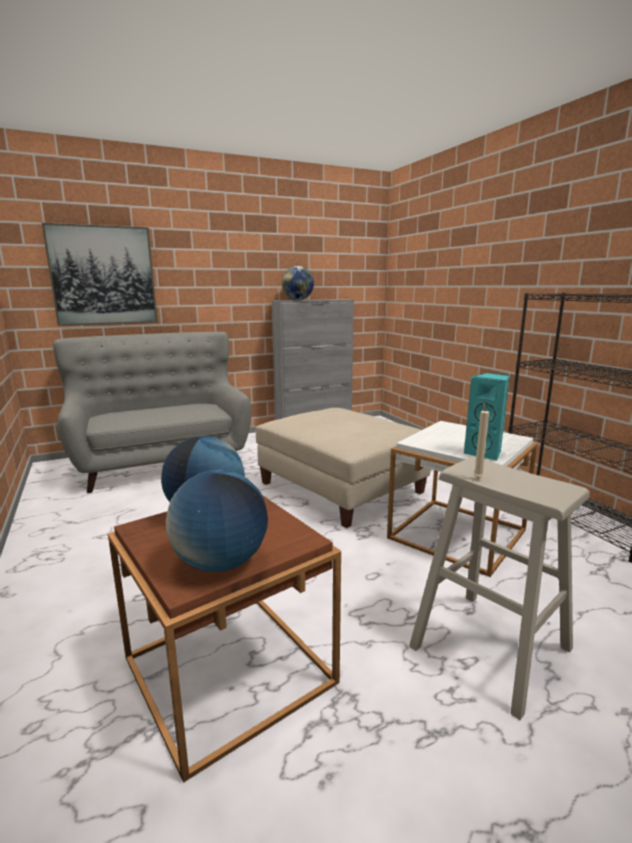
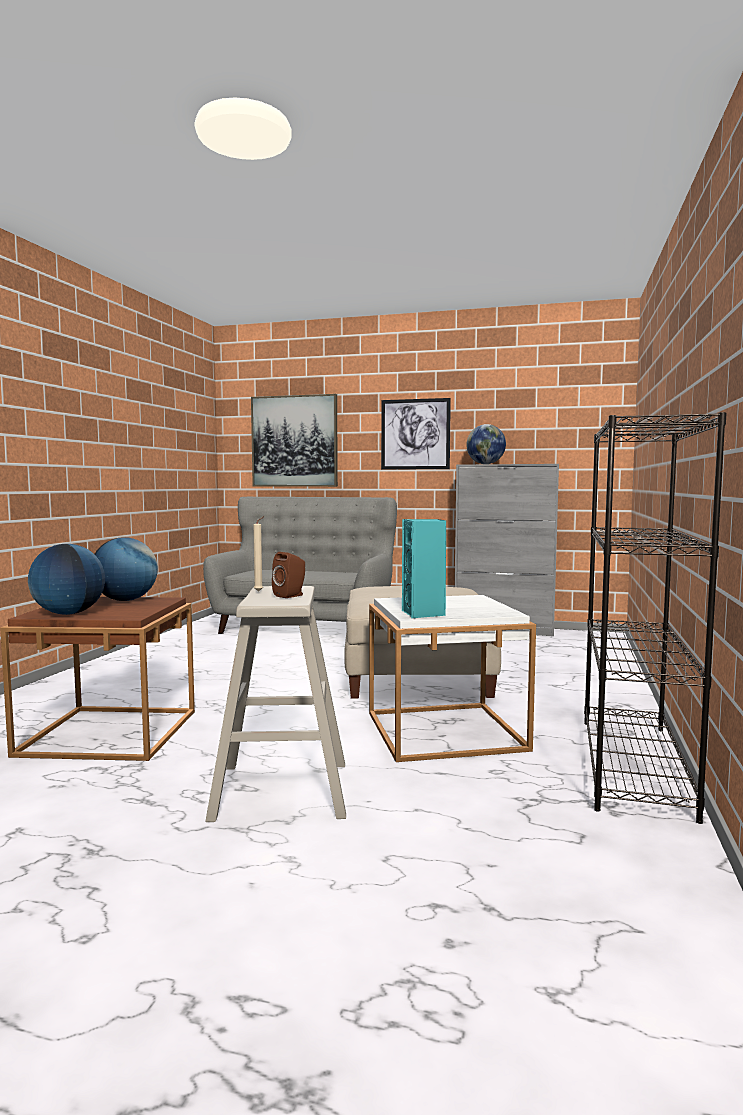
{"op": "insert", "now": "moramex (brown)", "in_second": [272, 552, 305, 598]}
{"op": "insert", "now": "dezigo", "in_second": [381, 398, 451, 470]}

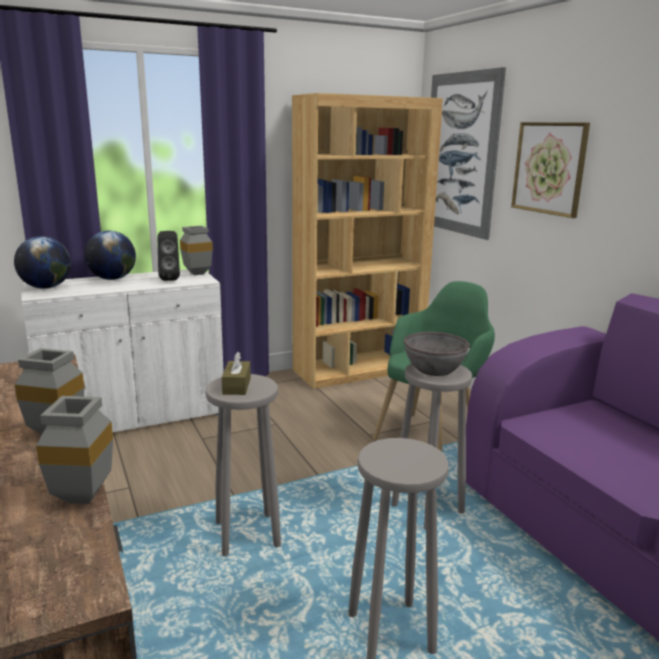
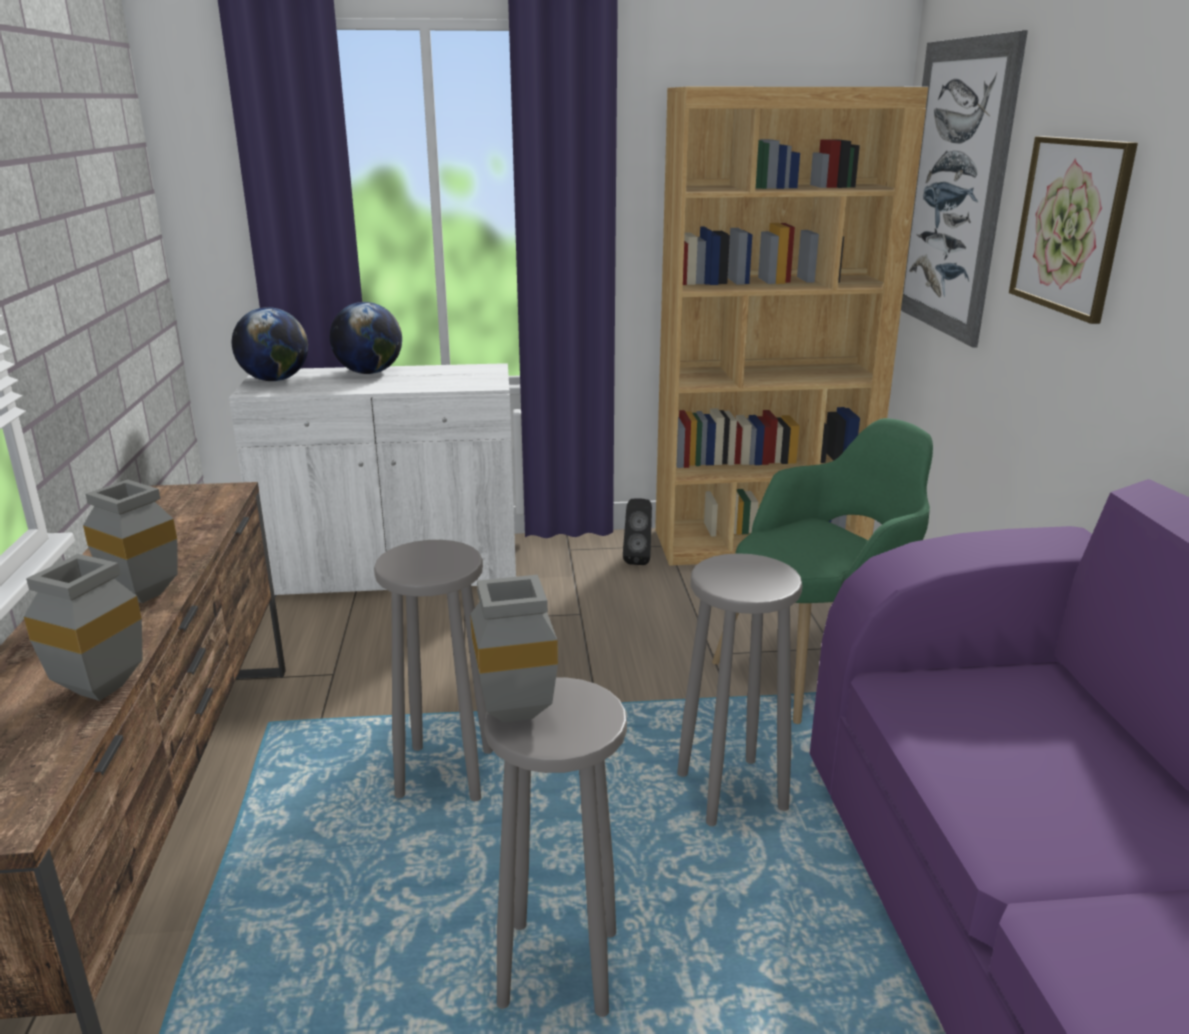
{"op": "move", "was": "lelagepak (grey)", "in_first": [180, 226, 213, 275], "in_second": [470, 575, 558, 723]}
{"op": "move", "was": "moramex (black)", "in_first": [158, 231, 180, 281], "in_second": [623, 498, 652, 565]}
{"op": "delete", "was": "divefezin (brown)", "in_first": [222, 352, 251, 395]}
{"op": "delete", "was": "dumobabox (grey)", "in_first": [404, 332, 470, 376]}

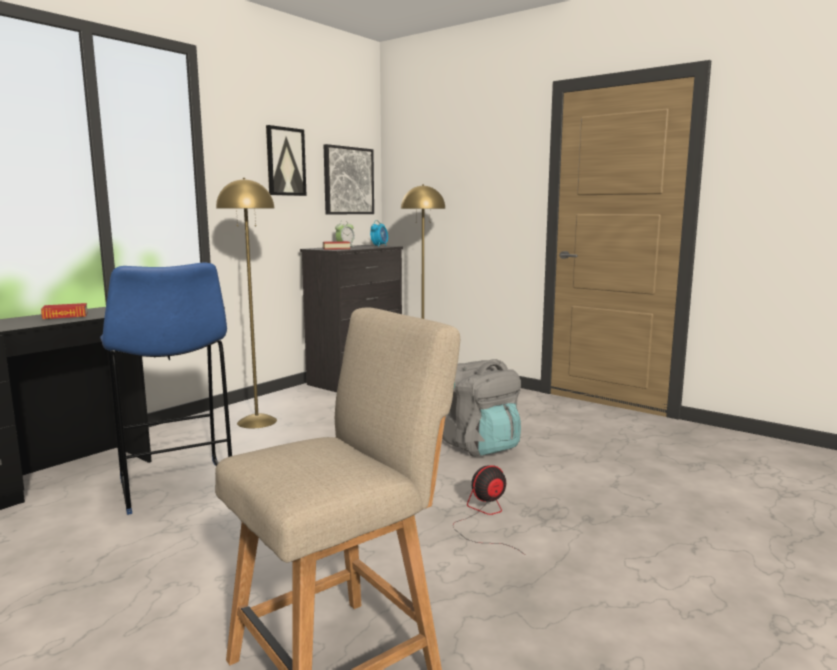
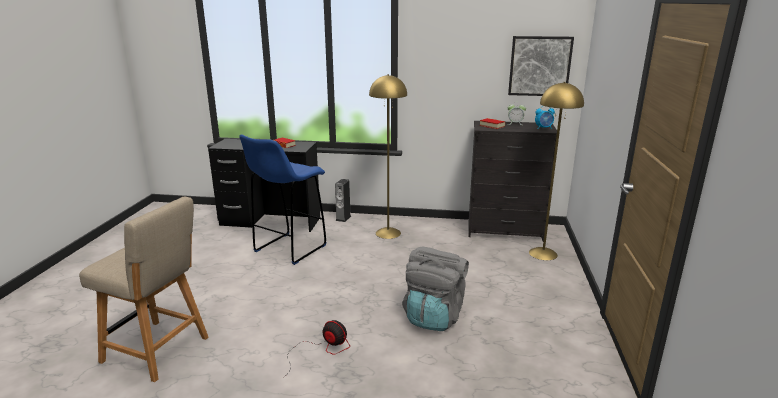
{"op": "insert", "now": "moramex", "in_second": [335, 179, 351, 222]}
{"op": "delete", "was": "dezigo", "in_first": [266, 125, 307, 196]}

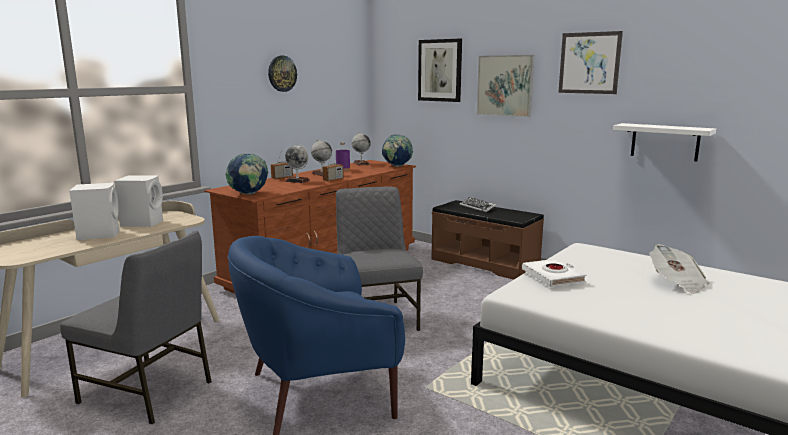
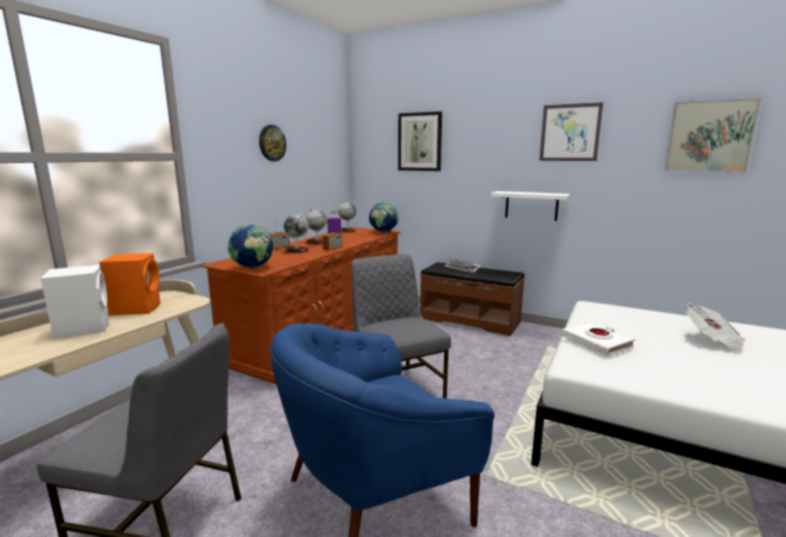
{"op": "recolor", "was": "moramex (white)", "now": "moramex (orange)", "in_first": [114, 175, 163, 227], "in_second": [99, 253, 160, 316]}
{"op": "move", "was": "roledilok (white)", "in_first": [613, 123, 716, 162], "in_second": [491, 191, 570, 221]}
{"op": "move", "was": "dezigo", "in_first": [477, 55, 534, 117], "in_second": [664, 98, 761, 173]}

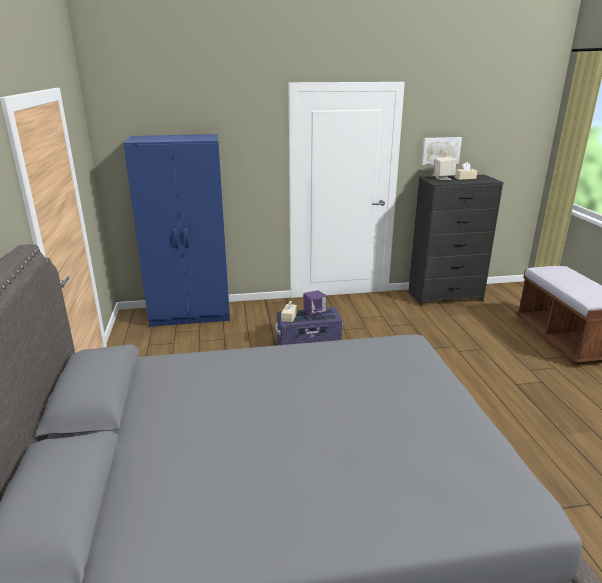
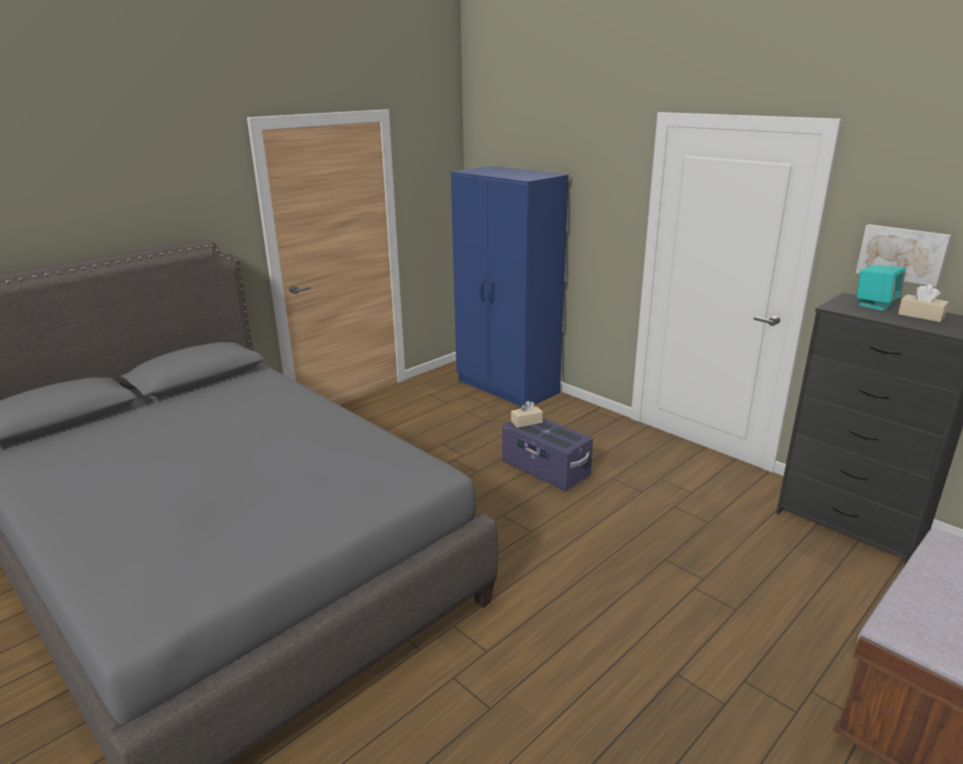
{"op": "recolor", "was": "moramex (beige)", "now": "moramex (turquoise)", "in_first": [434, 156, 456, 180], "in_second": [857, 265, 906, 311]}
{"op": "delete", "was": "moramex (purple)", "in_first": [303, 290, 327, 318]}

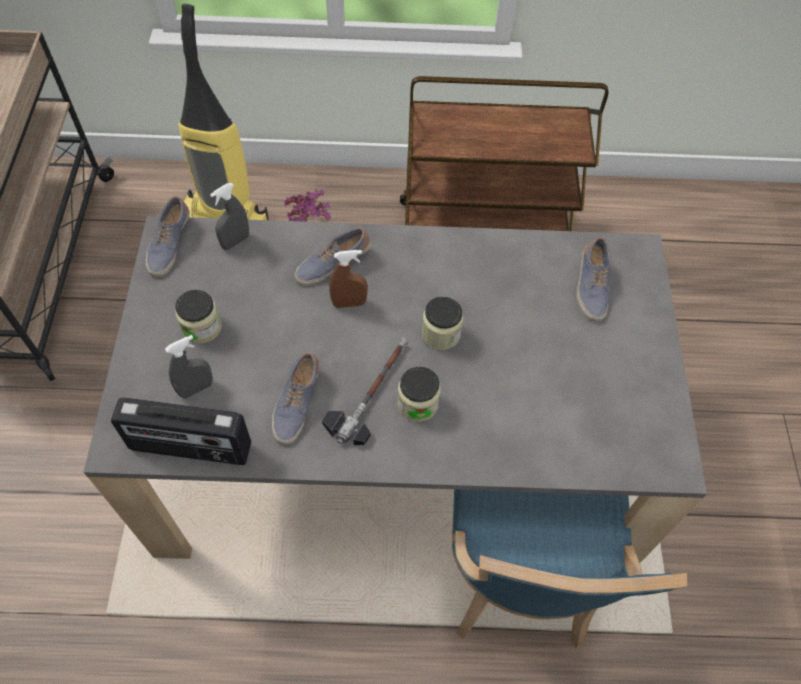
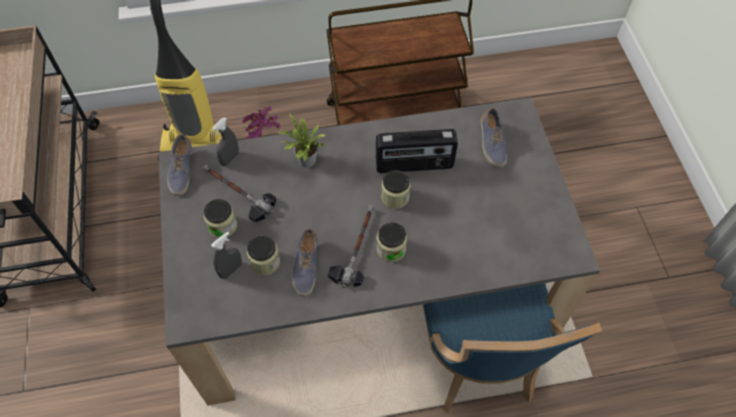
{"op": "insert", "now": "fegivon", "in_second": [202, 165, 276, 222]}
{"op": "insert", "now": "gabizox", "in_second": [247, 236, 280, 275]}
{"op": "replace", "was": "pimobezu", "now": "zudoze", "in_first": [294, 227, 371, 286], "in_second": [278, 112, 327, 168]}
{"op": "move", "was": "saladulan", "in_first": [111, 397, 251, 465], "in_second": [376, 129, 458, 173]}
{"op": "delete", "was": "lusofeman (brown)", "in_first": [329, 250, 368, 308]}

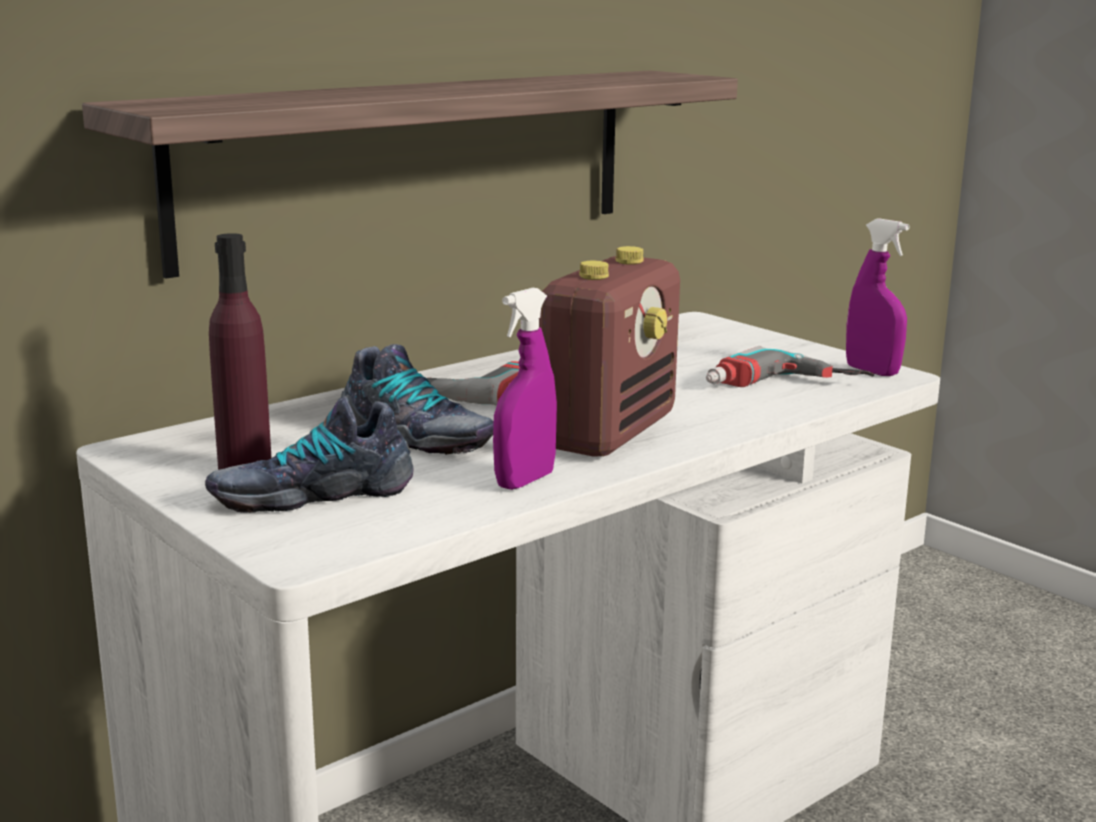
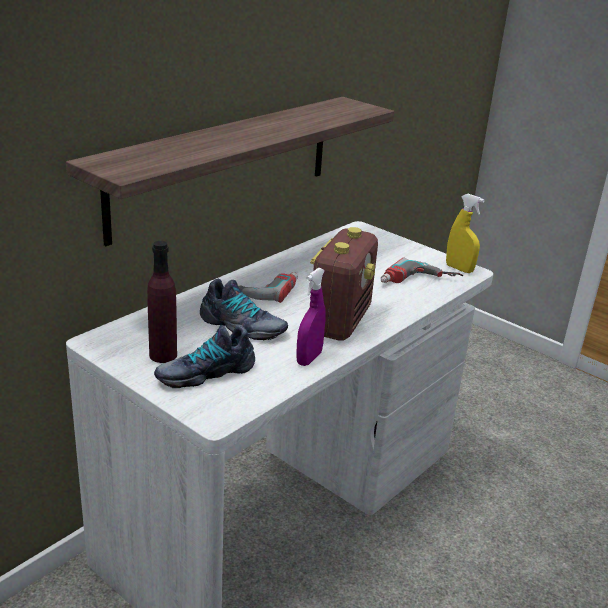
{"op": "recolor", "was": "lusofeman (purple)", "now": "lusofeman (yellow)", "in_first": [846, 218, 909, 376], "in_second": [446, 194, 484, 273]}

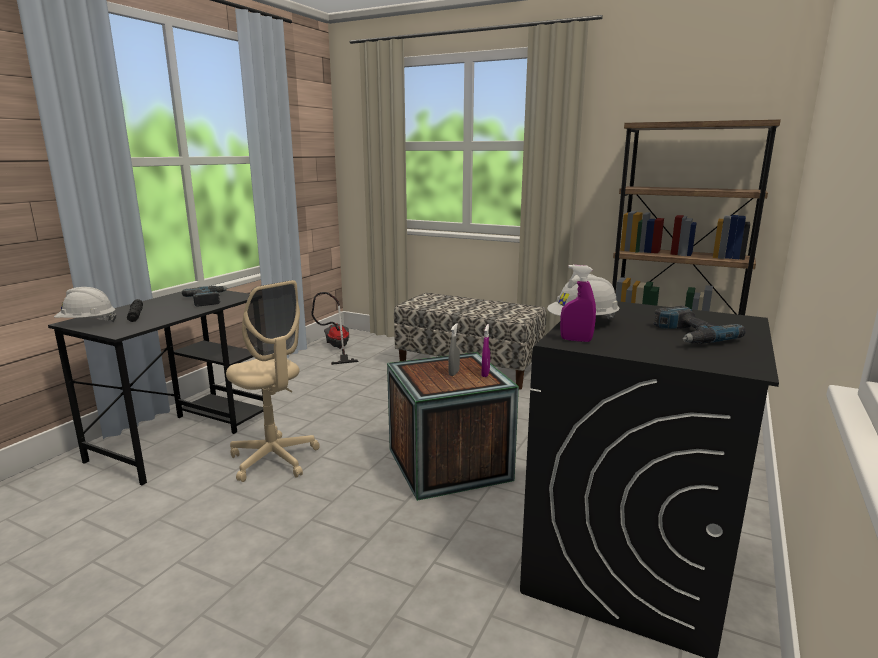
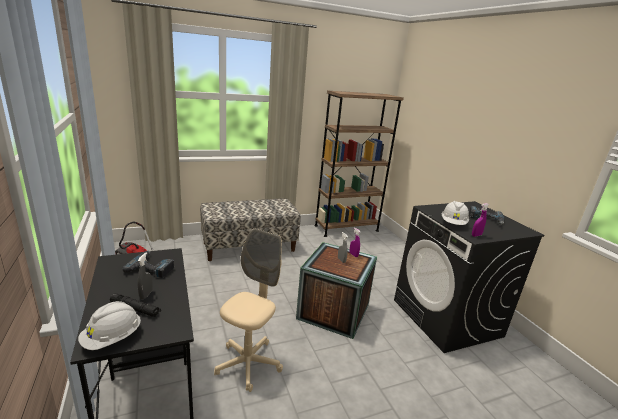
{"op": "insert", "now": "lusofeman (grey)", "in_second": [137, 252, 153, 299]}
{"op": "rotate", "was": "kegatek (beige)", "in_first": [226, 280, 320, 482], "in_second": [214, 228, 283, 392], "clockwise": -60}

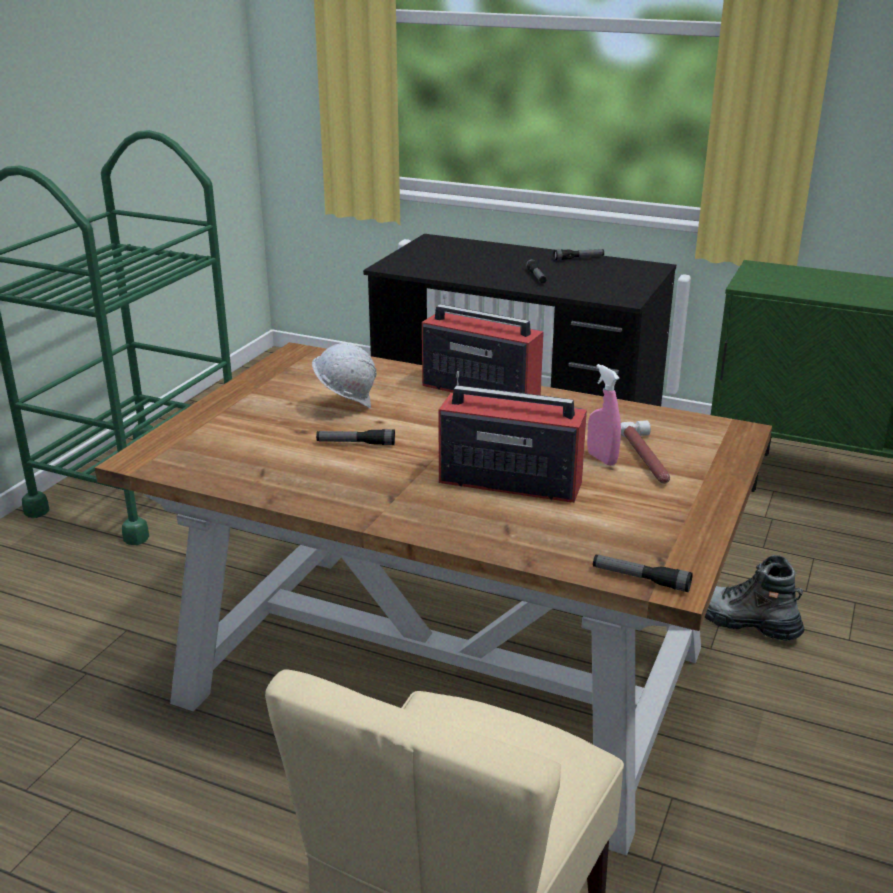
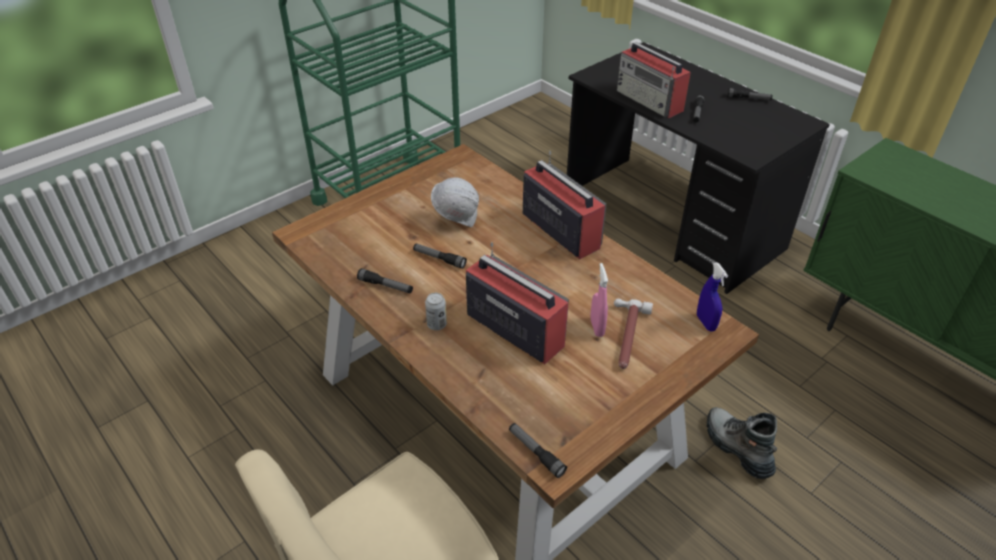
{"op": "insert", "now": "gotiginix", "in_second": [357, 268, 413, 293]}
{"op": "insert", "now": "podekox", "in_second": [425, 293, 447, 330]}
{"op": "insert", "now": "saladulan", "in_second": [617, 42, 691, 118]}
{"op": "insert", "now": "lusofeman (blue)", "in_second": [697, 263, 728, 332]}

